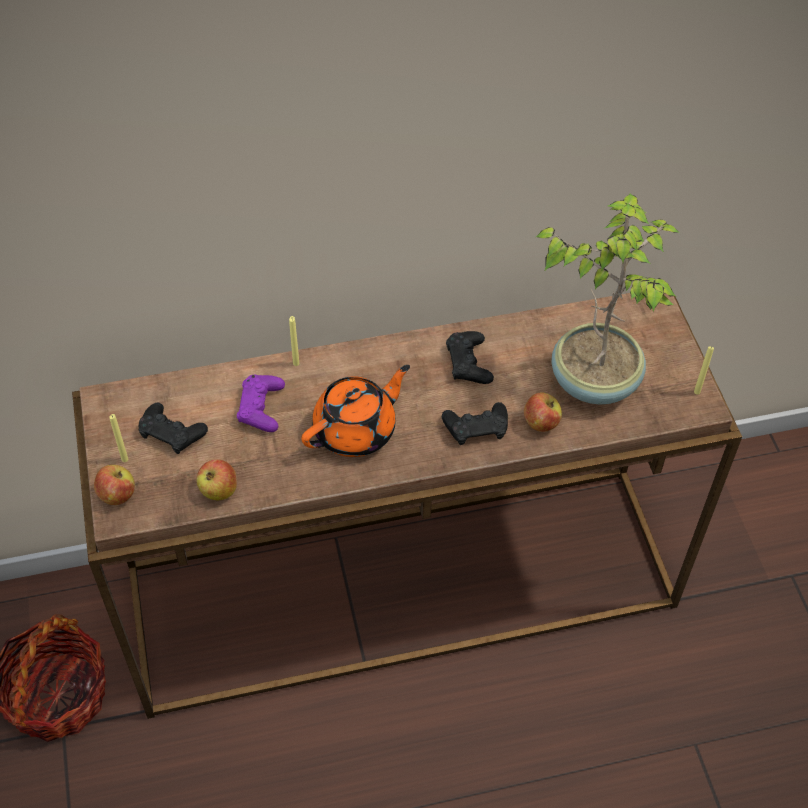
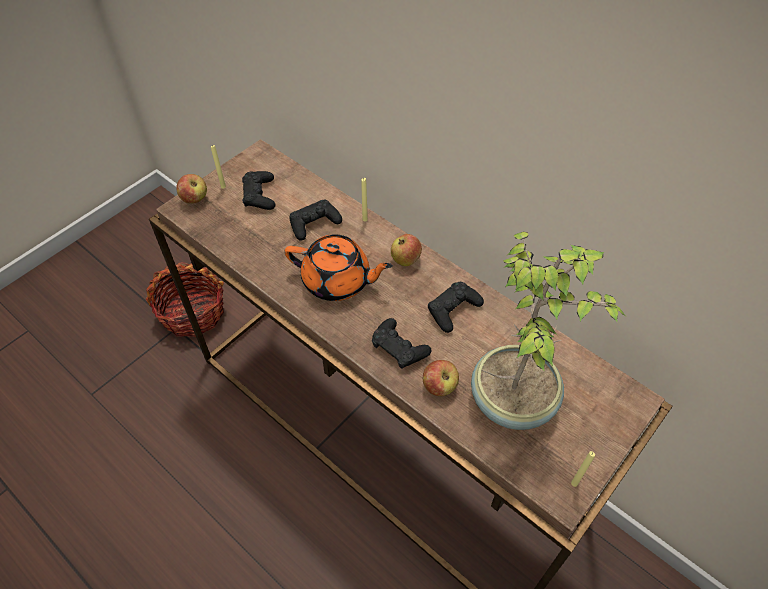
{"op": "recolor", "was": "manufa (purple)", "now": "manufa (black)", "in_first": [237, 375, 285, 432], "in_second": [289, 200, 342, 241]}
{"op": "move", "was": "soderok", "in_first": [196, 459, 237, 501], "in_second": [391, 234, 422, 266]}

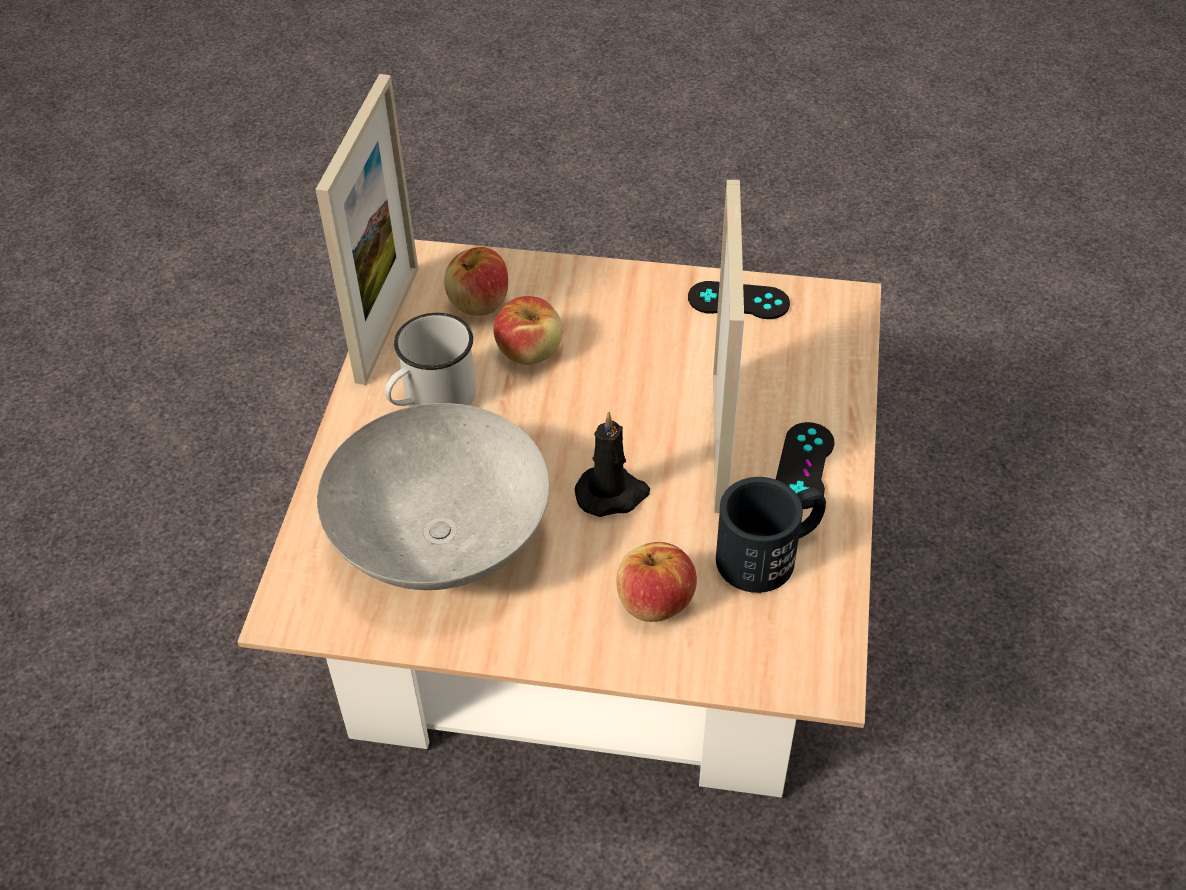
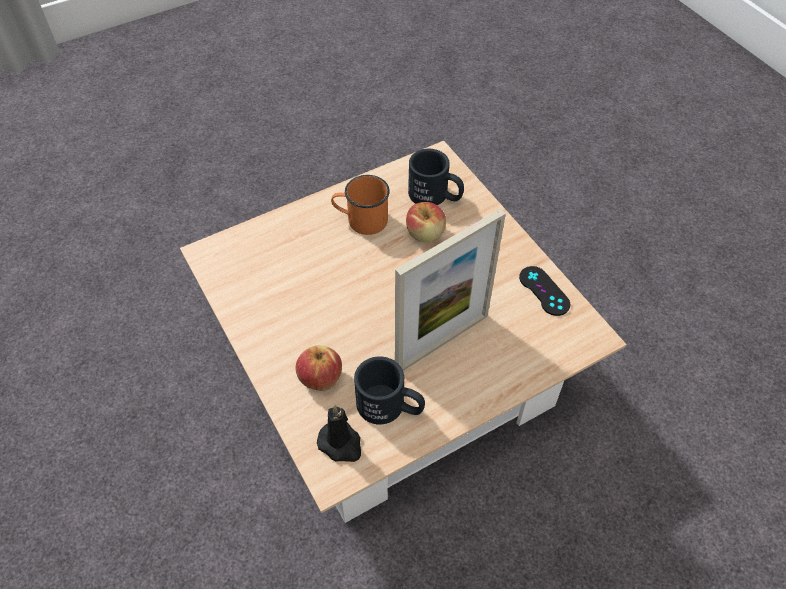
{"op": "move", "was": "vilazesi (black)", "in_first": [575, 412, 650, 517], "in_second": [317, 405, 361, 462]}
{"op": "recolor", "was": "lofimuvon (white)", "now": "lofimuvon (orange)", "in_first": [384, 313, 476, 407], "in_second": [331, 175, 390, 235]}
{"op": "replace", "was": "soderok", "now": "lofimuvon (black)", "in_first": [444, 247, 508, 316], "in_second": [408, 149, 464, 205]}
{"op": "delete", "was": "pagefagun", "in_first": [315, 74, 418, 385]}
{"op": "delete", "was": "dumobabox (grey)", "in_first": [317, 403, 549, 590]}
{"op": "delete", "was": "manufa (black)", "in_first": [776, 422, 834, 509]}

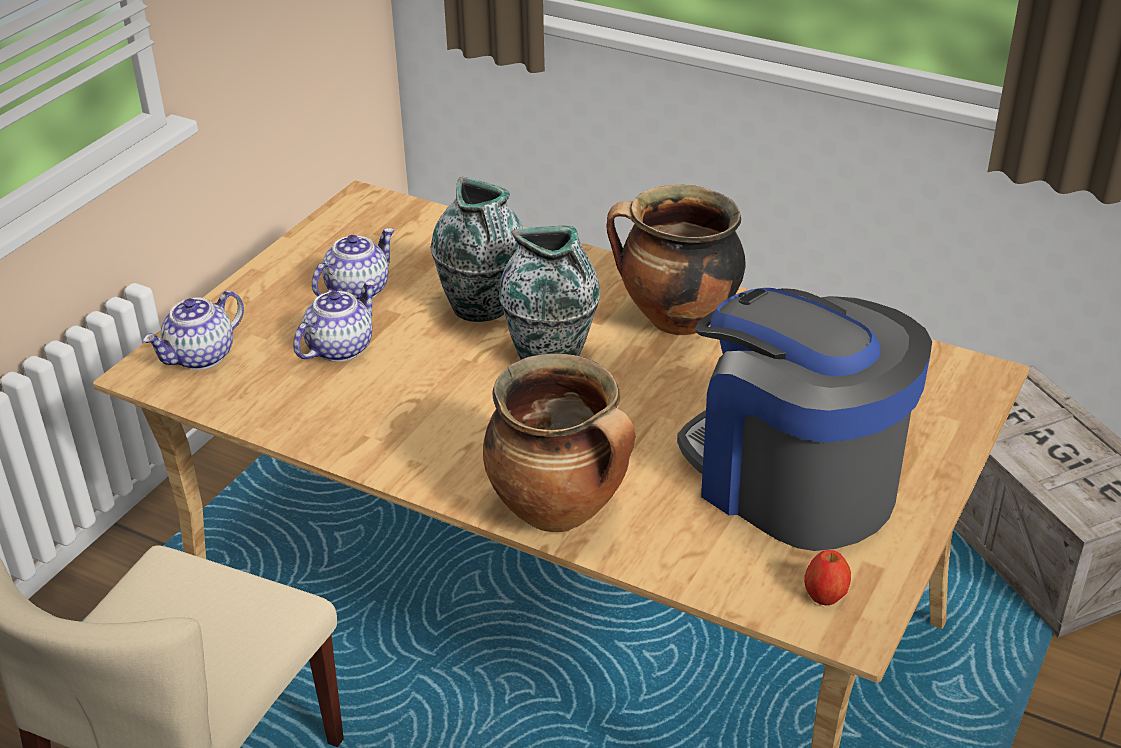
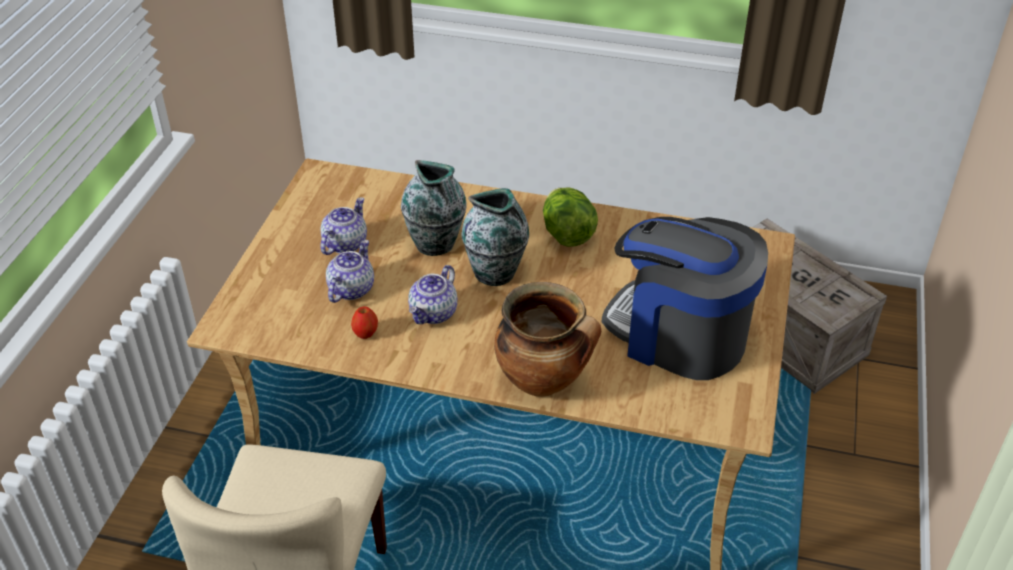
{"op": "move", "was": "soderok", "in_first": [804, 550, 851, 605], "in_second": [351, 306, 378, 339]}
{"op": "move", "was": "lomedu", "in_first": [143, 290, 244, 370], "in_second": [408, 265, 457, 324]}
{"op": "replace", "was": "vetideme", "now": "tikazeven", "in_first": [606, 185, 746, 335], "in_second": [543, 187, 598, 247]}

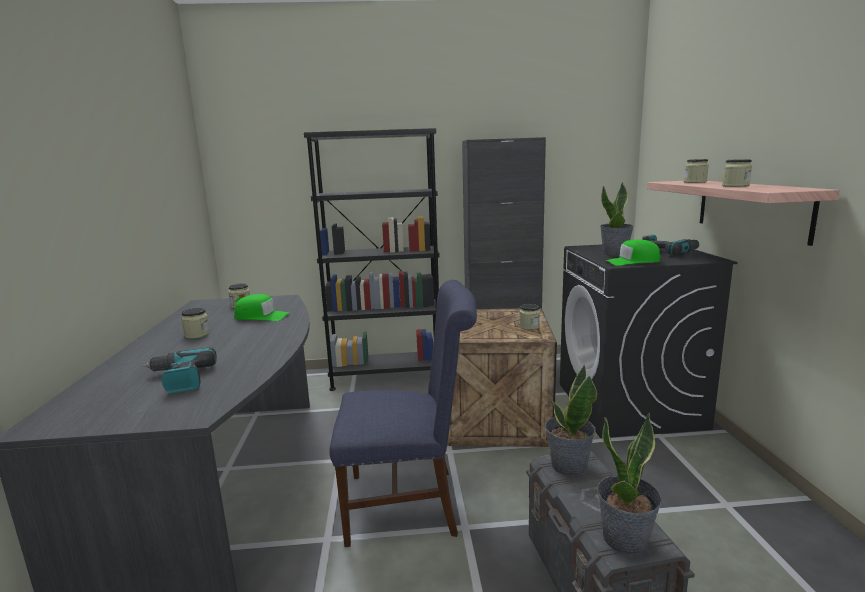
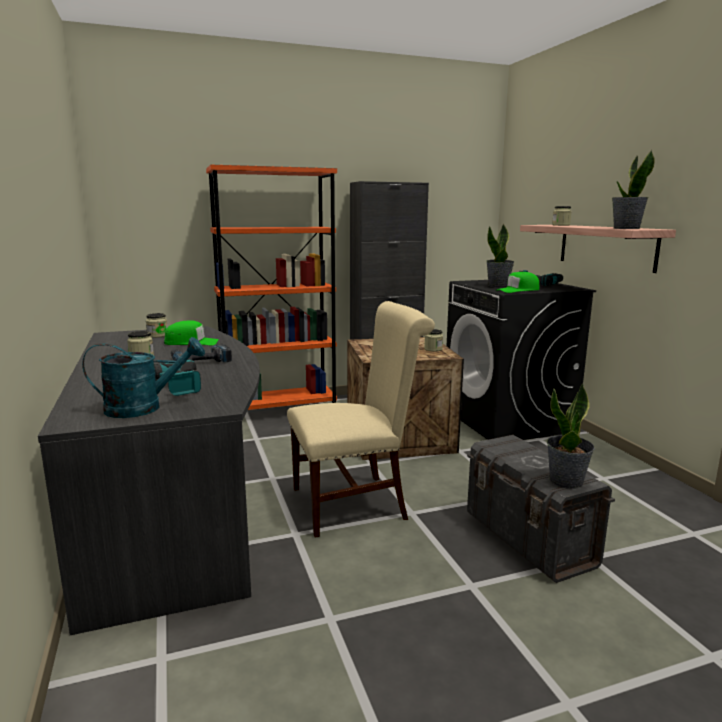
{"op": "insert", "now": "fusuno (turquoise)", "in_second": [82, 337, 205, 418]}
{"op": "insert", "now": "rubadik", "in_second": [171, 344, 232, 362]}
{"op": "recolor", "was": "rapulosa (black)", "now": "rapulosa (orange)", "in_first": [304, 128, 440, 391], "in_second": [206, 165, 337, 410]}
{"op": "recolor", "was": "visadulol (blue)", "now": "visadulol (beige)", "in_first": [329, 280, 477, 547], "in_second": [287, 301, 435, 538]}
{"op": "move", "was": "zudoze", "in_first": [545, 365, 597, 476], "in_second": [612, 150, 655, 229]}
{"op": "delete", "was": "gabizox", "in_first": [722, 159, 752, 187]}

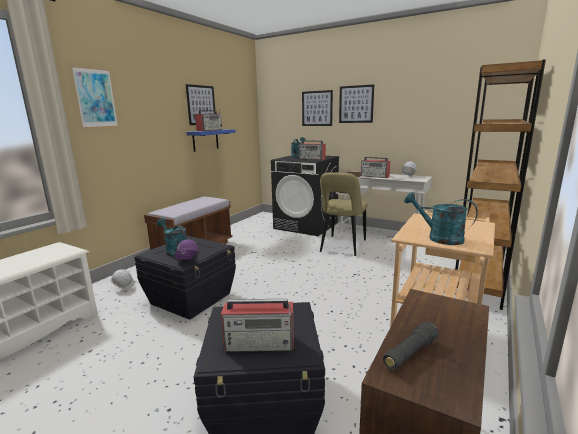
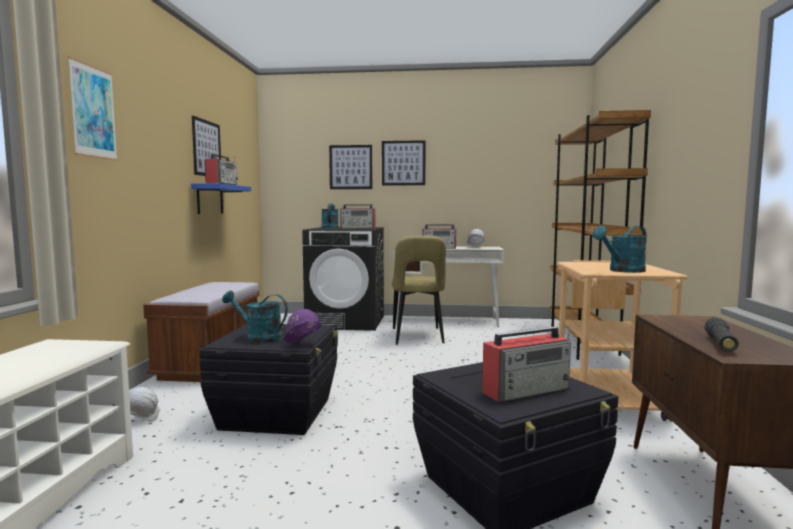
{"op": "rotate", "was": "fusuno (turquoise)", "in_first": [404, 192, 478, 245], "in_second": [593, 226, 647, 273], "clockwise": -45}

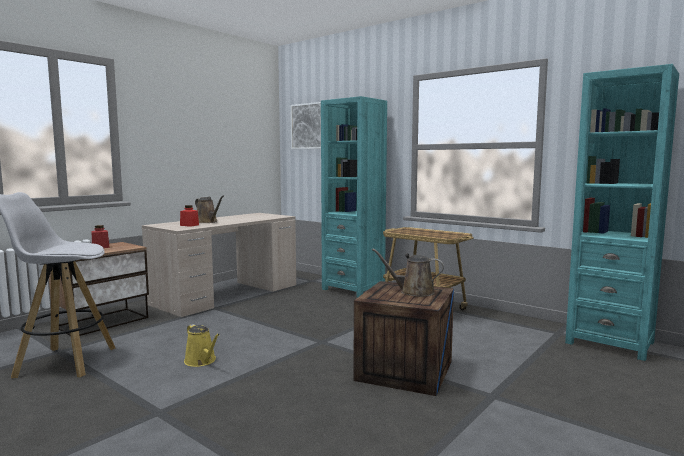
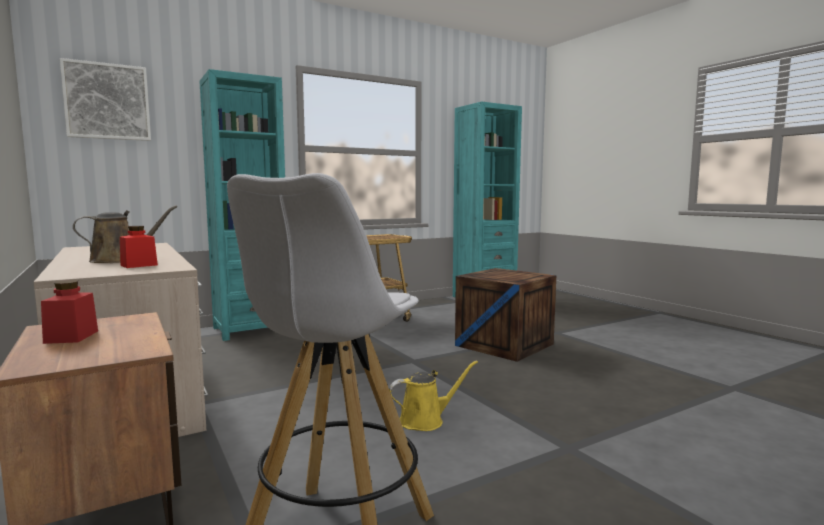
{"op": "delete", "was": "fusuno (brown)", "in_first": [372, 248, 444, 297]}

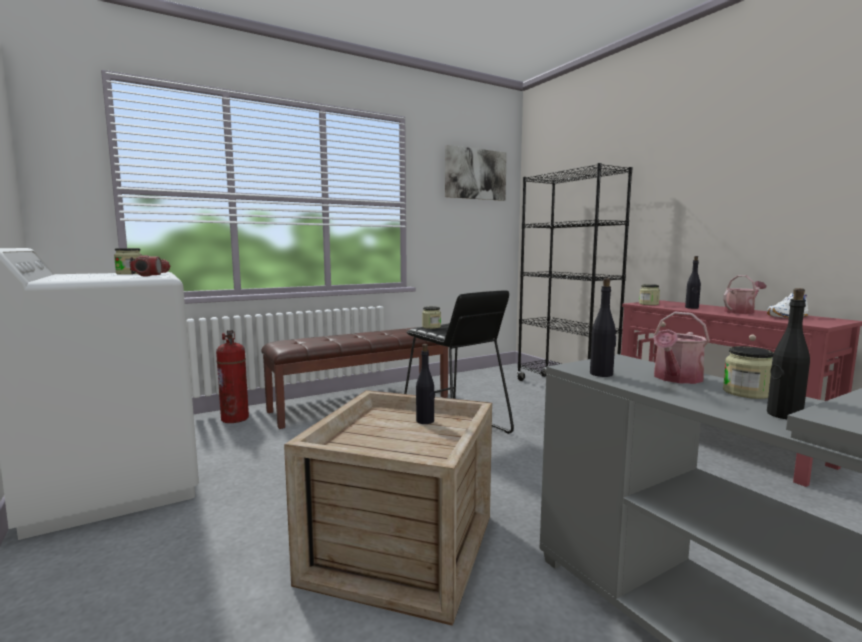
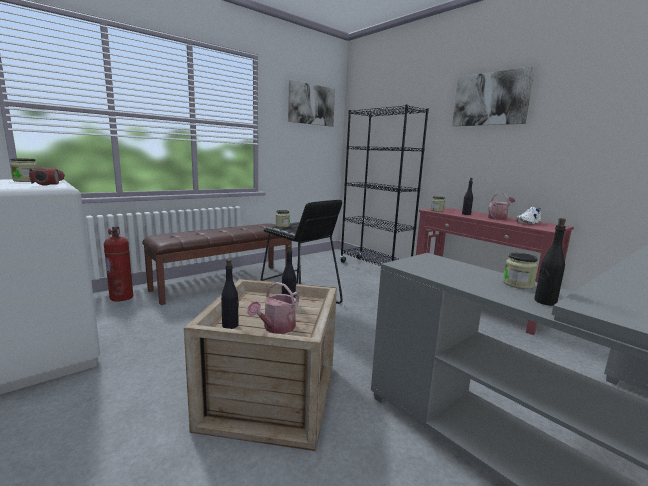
{"op": "move", "was": "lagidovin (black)", "in_first": [590, 278, 616, 377], "in_second": [221, 259, 239, 329]}
{"op": "move", "was": "fusuno", "in_first": [653, 312, 710, 384], "in_second": [247, 282, 299, 334]}
{"op": "insert", "now": "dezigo", "in_second": [452, 66, 535, 126]}

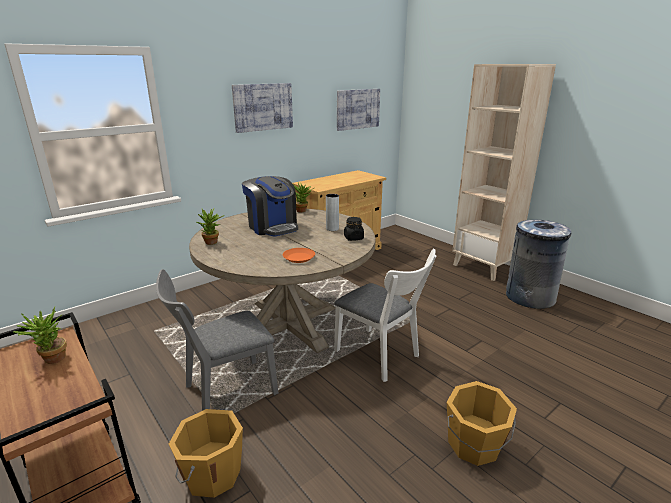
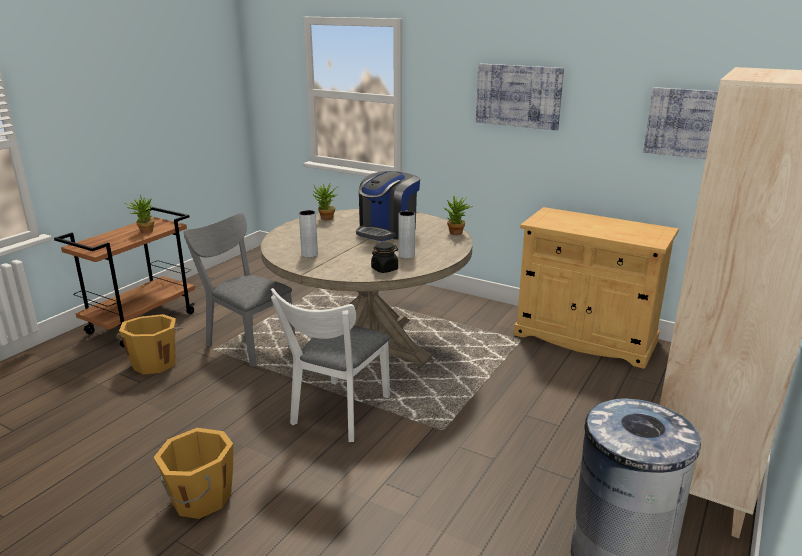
{"op": "replace", "was": "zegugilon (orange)", "now": "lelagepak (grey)", "in_first": [283, 248, 315, 263], "in_second": [299, 210, 318, 258]}

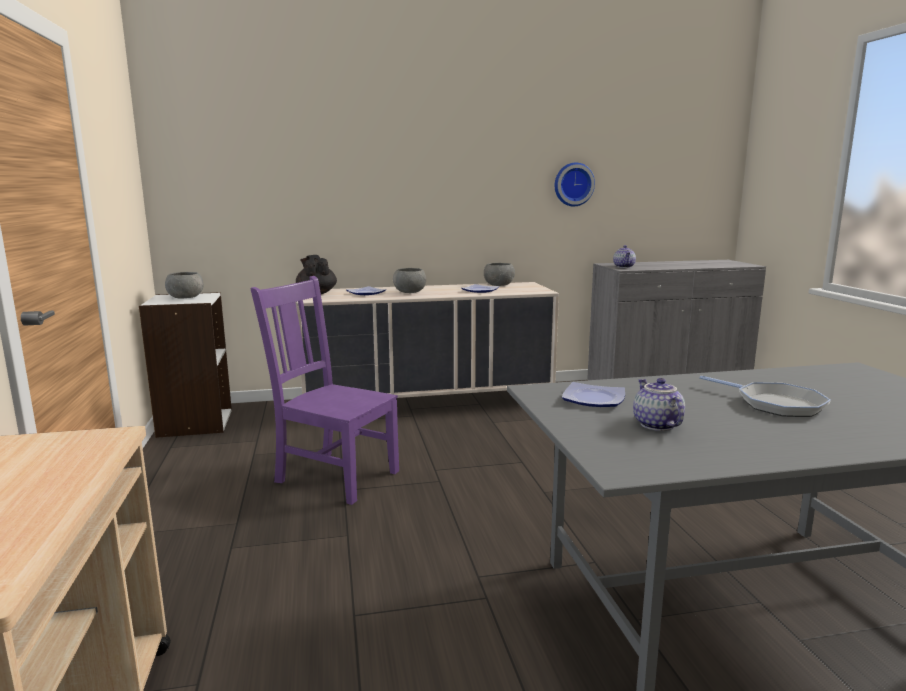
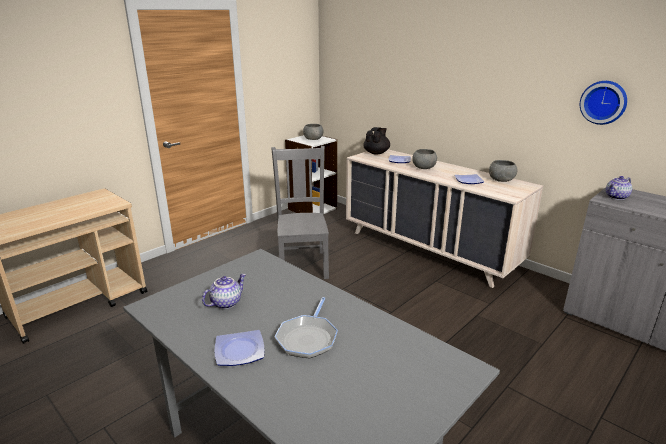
{"op": "move", "was": "zegugilon", "in_first": [562, 382, 625, 407], "in_second": [215, 330, 264, 366]}
{"op": "recolor", "was": "visadulol (purple)", "now": "visadulol (grey)", "in_first": [250, 276, 399, 505], "in_second": [271, 146, 329, 279]}

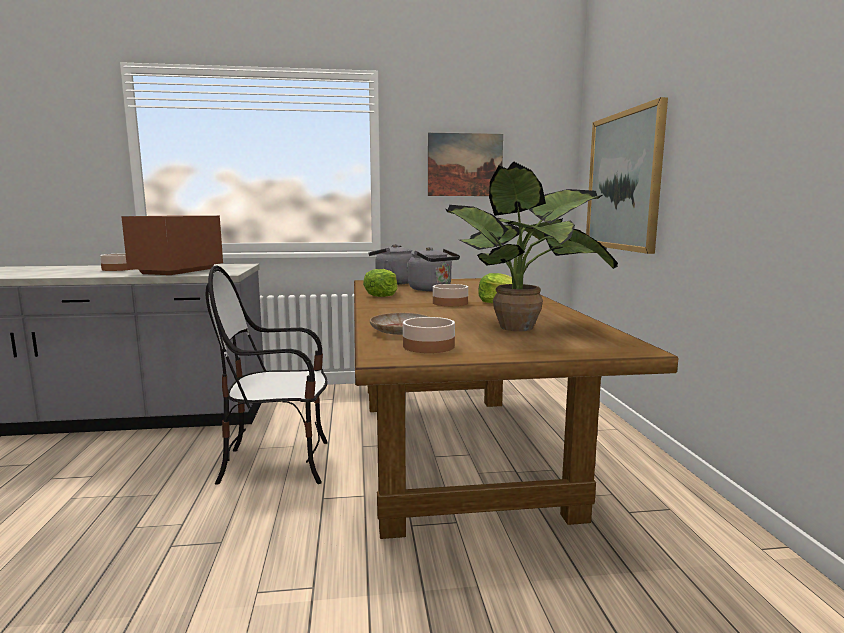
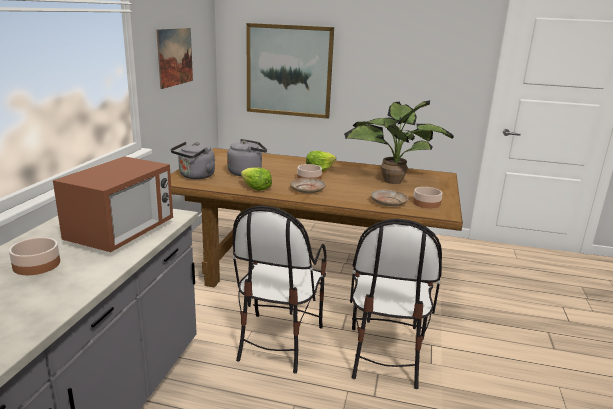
{"op": "rotate", "was": "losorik", "in_first": [121, 215, 223, 275], "in_second": [53, 156, 173, 252], "clockwise": -105}
{"op": "insert", "now": "zegugilon (beige)", "in_second": [290, 178, 326, 193]}
{"op": "insert", "now": "visadulol", "in_second": [350, 219, 442, 389]}

